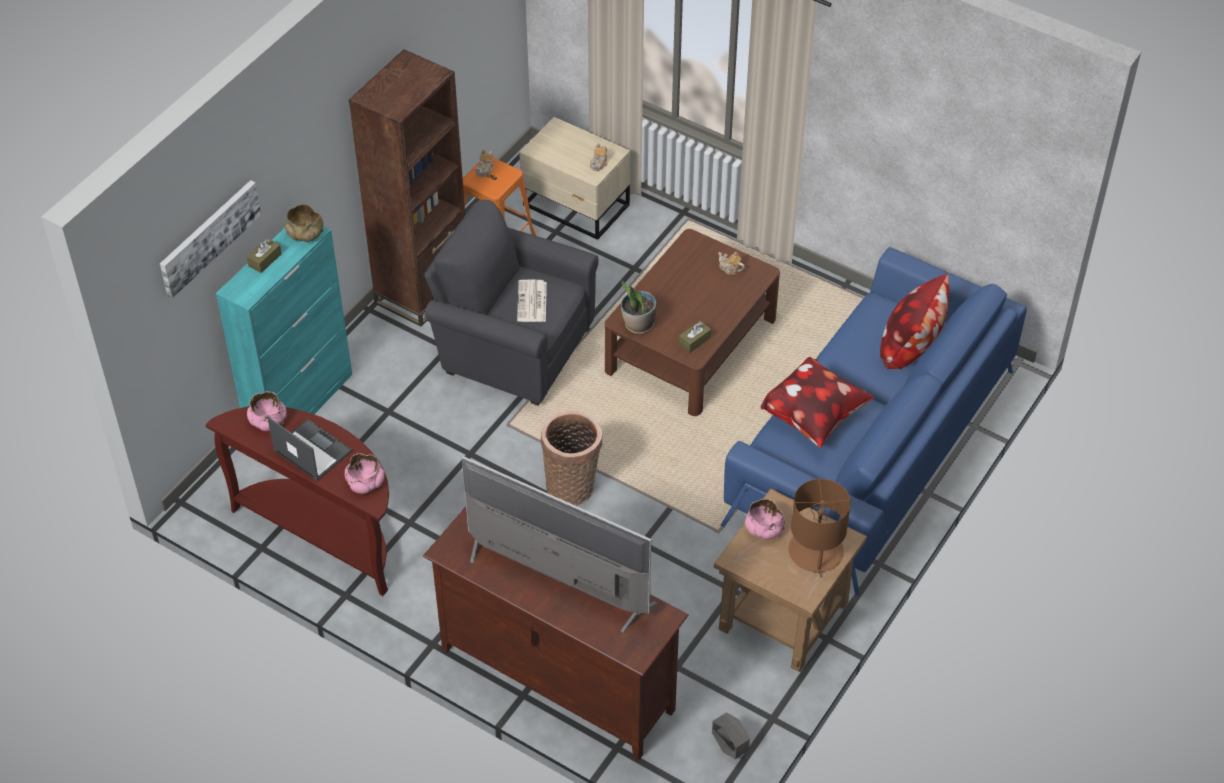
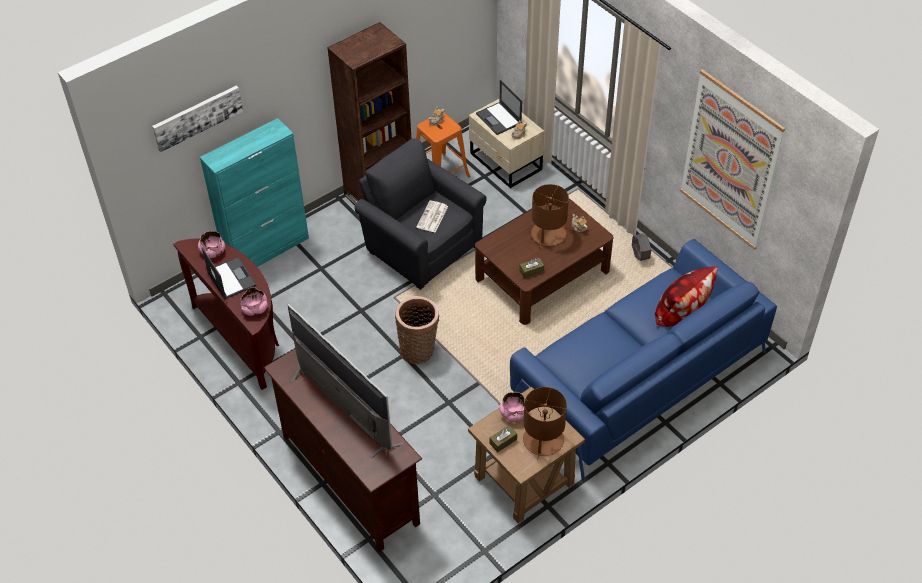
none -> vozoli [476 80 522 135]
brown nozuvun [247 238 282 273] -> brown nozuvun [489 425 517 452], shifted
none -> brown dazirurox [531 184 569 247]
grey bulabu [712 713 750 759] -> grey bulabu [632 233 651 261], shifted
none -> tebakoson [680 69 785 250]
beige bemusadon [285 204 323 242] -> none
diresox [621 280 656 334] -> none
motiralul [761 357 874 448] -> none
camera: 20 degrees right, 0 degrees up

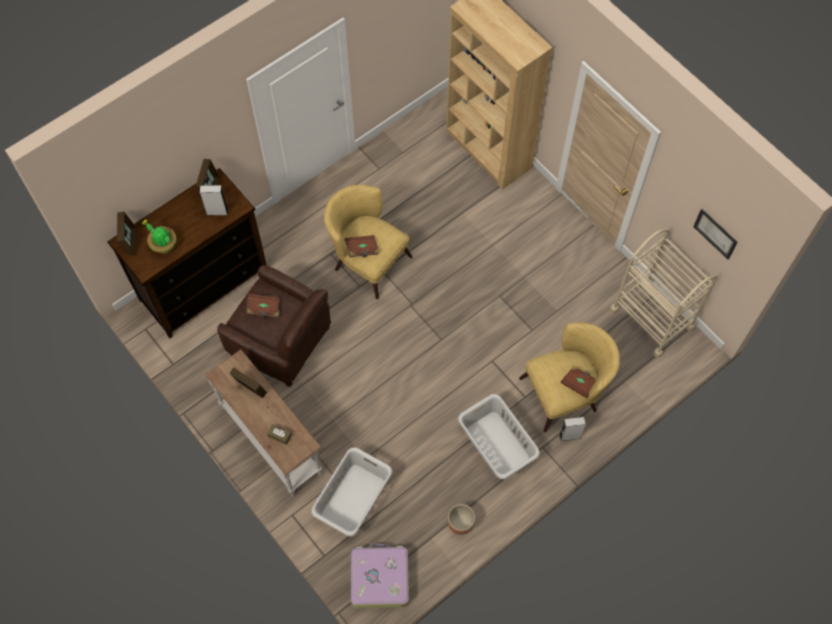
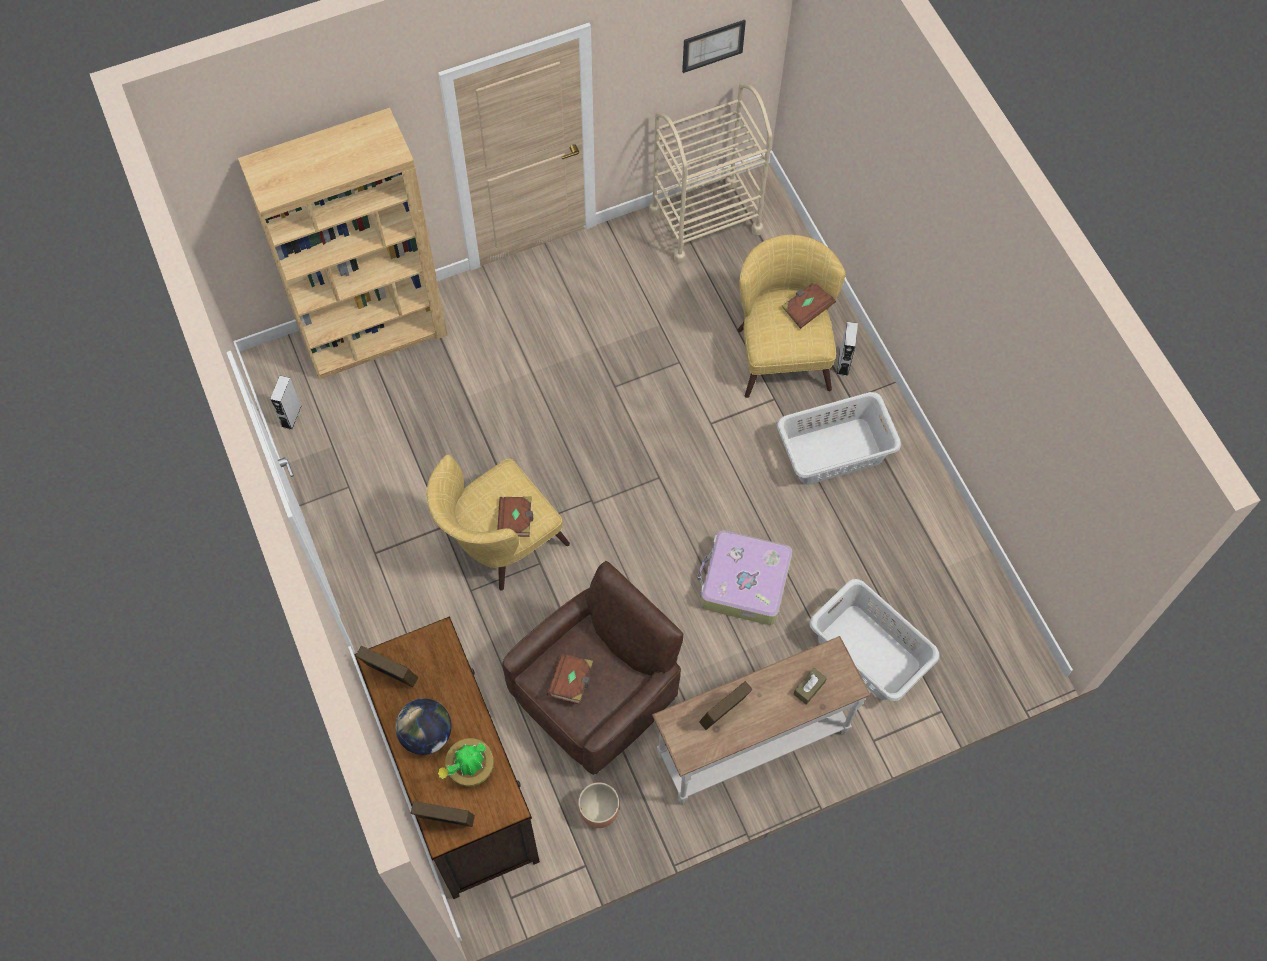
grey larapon [200 185 228 216] -> grey larapon [270 376 301 430], shifted
none -> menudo [395 699 451 755]
brown bulabu [448 504 475 535] -> brown bulabu [578 782 620 828], shifted
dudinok [351 543 409 609] -> dudinok [697 530 792 625], shifted
camera: 75 degrees left, 0 degrees up

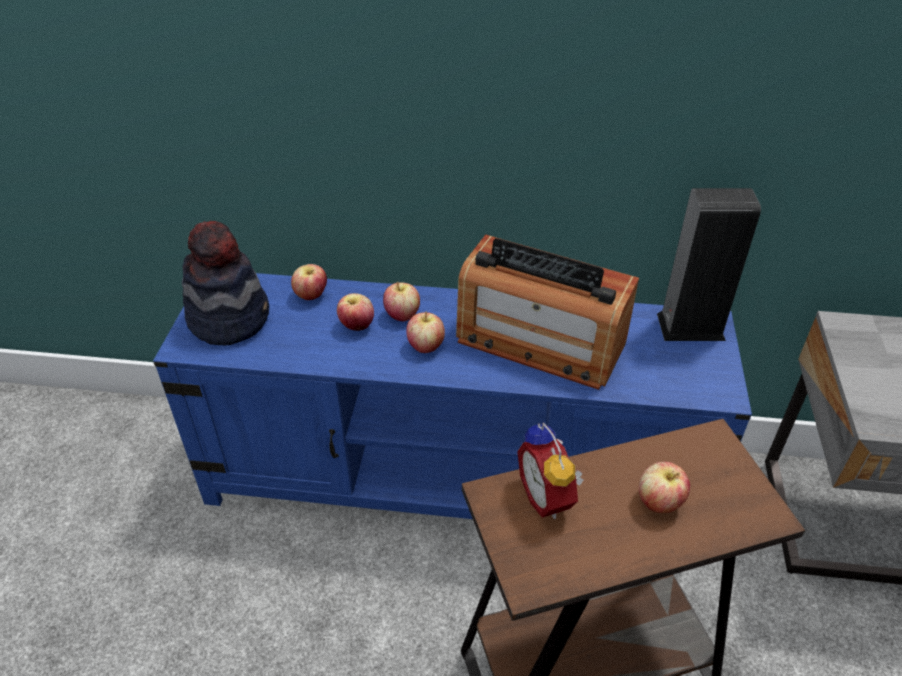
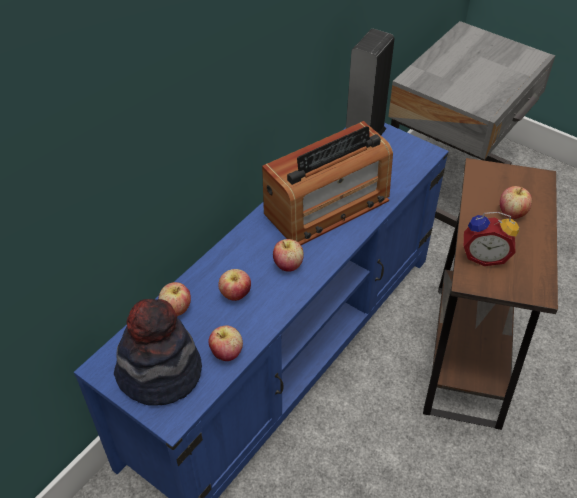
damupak [383 282 420 321] -> damupak [208 326 243 361], shifted
camera: 60 degrees left, 5 degrees up

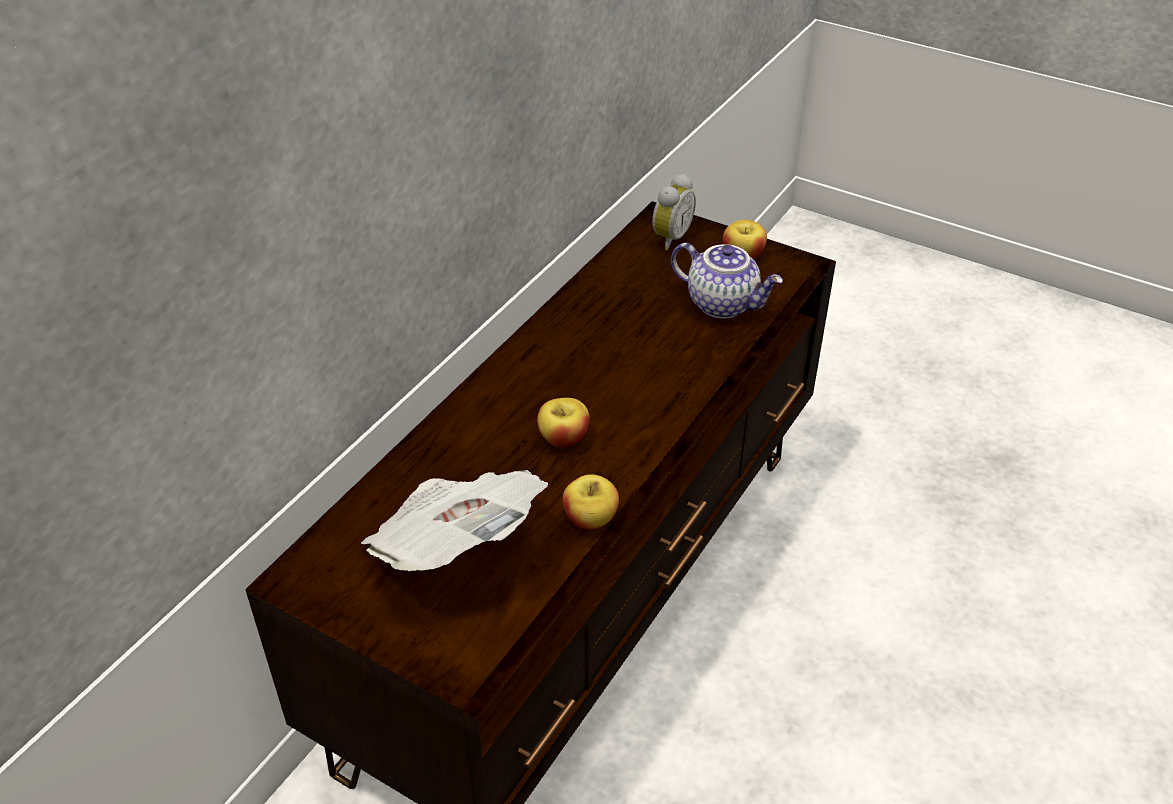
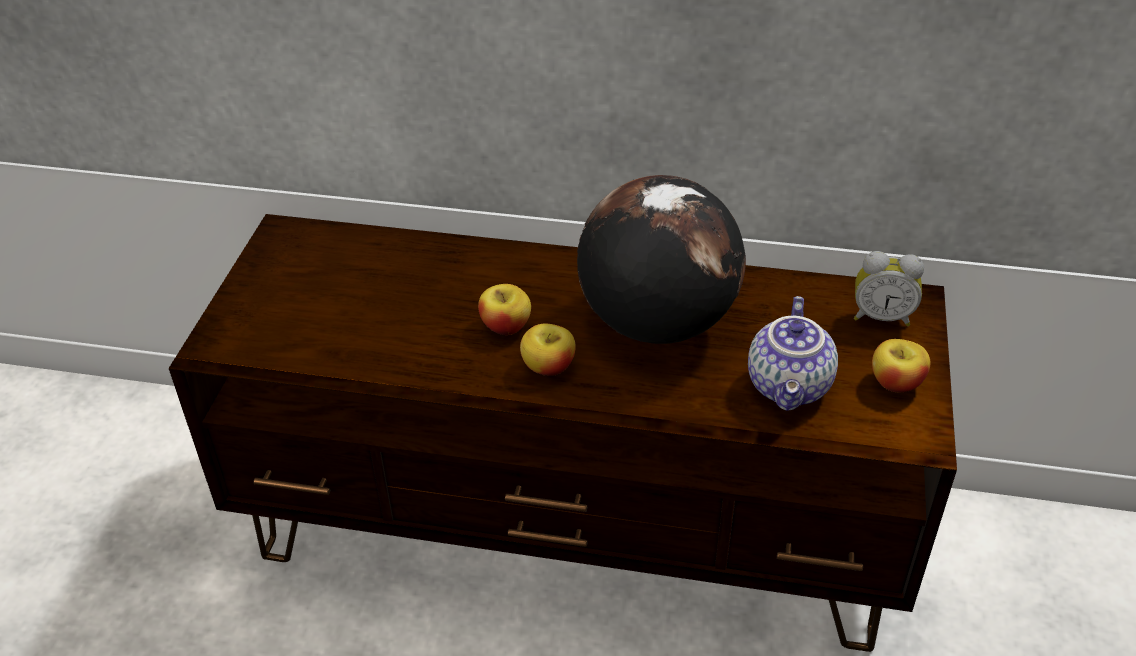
damupak [563 474 619 530] -> damupak [520 324 576 376], shifted
none -> menudo [577 175 746 344]
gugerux [361 470 548 571] -> none
camera: 70 degrees right, 0 degrees up

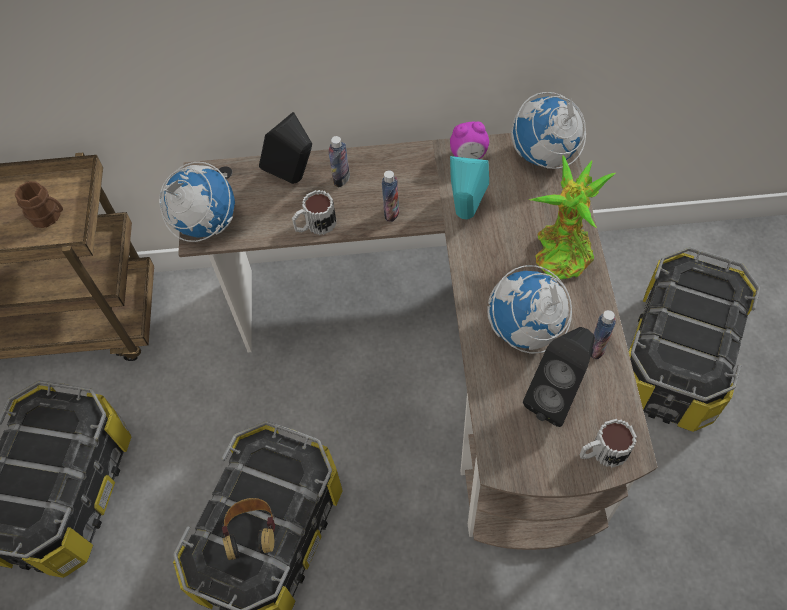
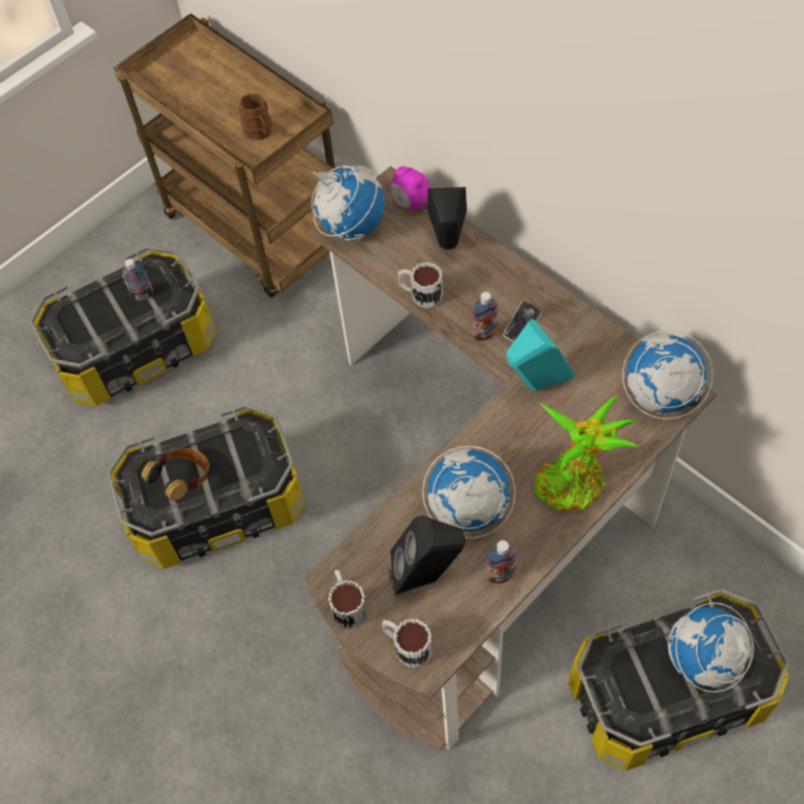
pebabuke [329 136 350 187] -> pebabuke [122 259 153 300], shifted
none -> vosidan [328 570 368 629]
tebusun [450 122 489 159] -> tebusun [390 166 430 210], shifted
none -> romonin [503 300 542 342]
none -> menudo [668 602 754 693]
camera: 50 degrees right, 0 degrees up

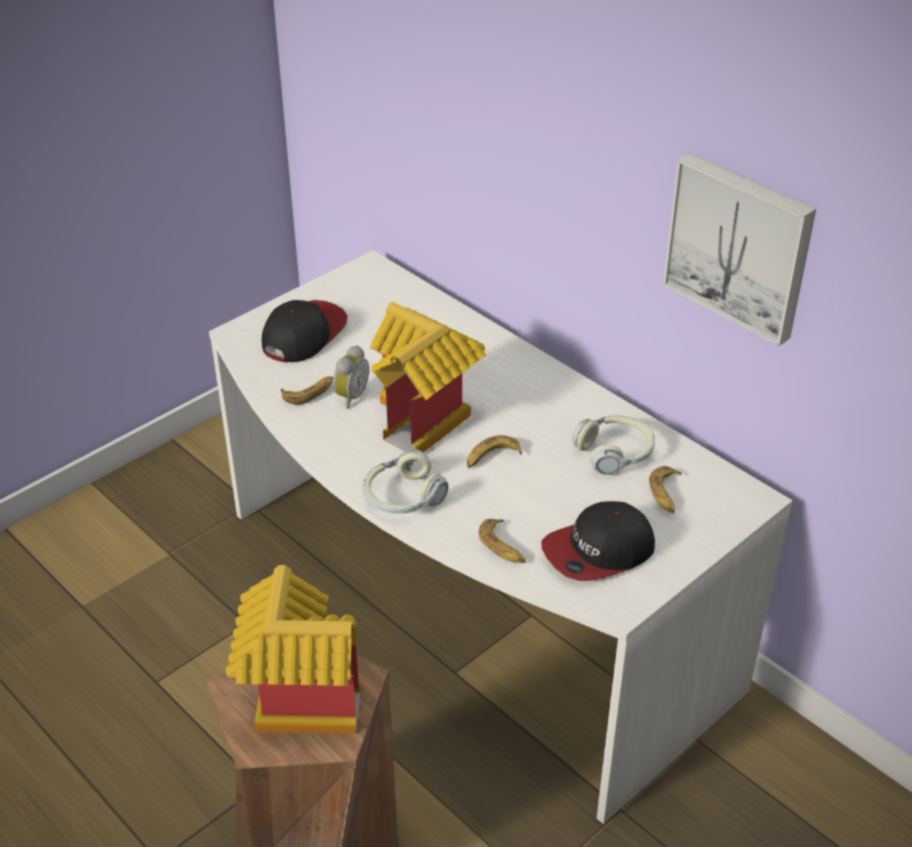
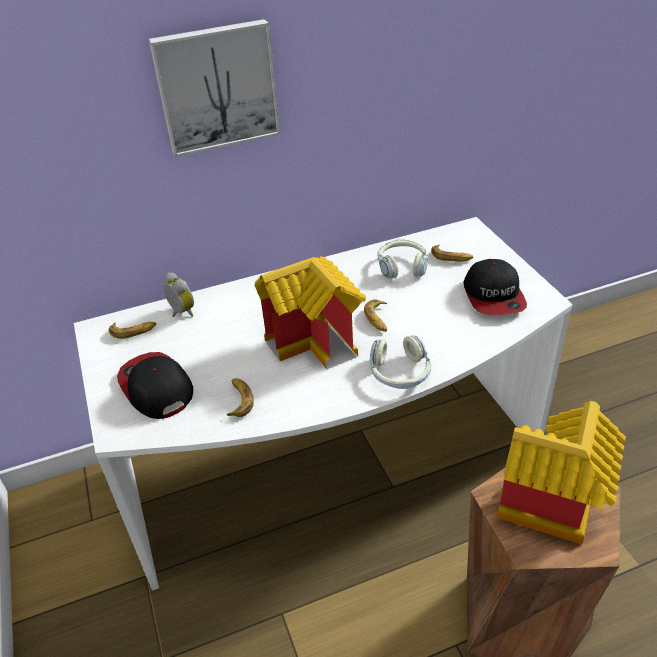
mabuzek [479 519 525 563] -> mabuzek [109 322 157 339], shifted
tebakoson [663 153 816 346] -> tebakoson [149 19 280 157], shifted
tebusun [333 345 369 408] -> tebusun [163 272 194 317], shifted
camera: 65 degrees left, 0 degrees up

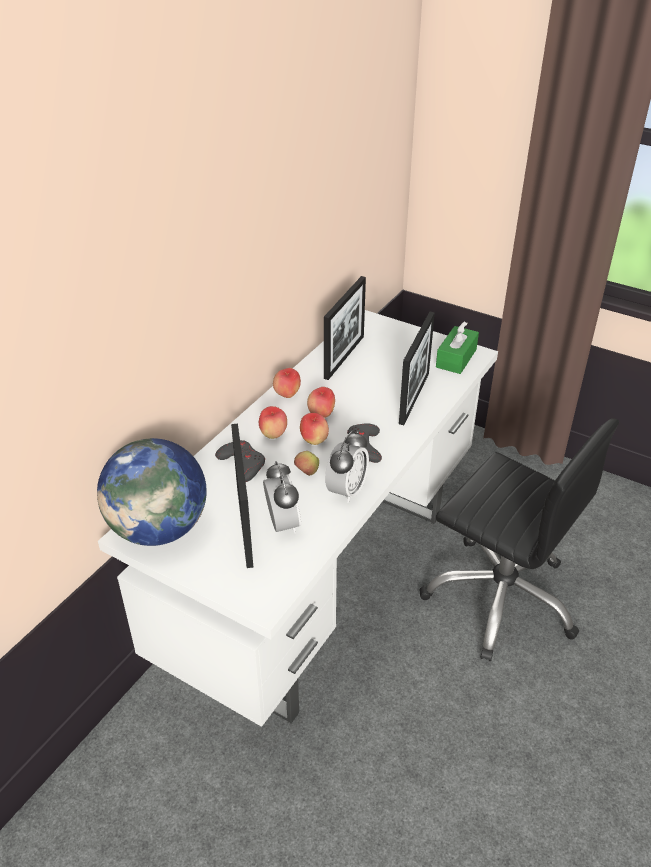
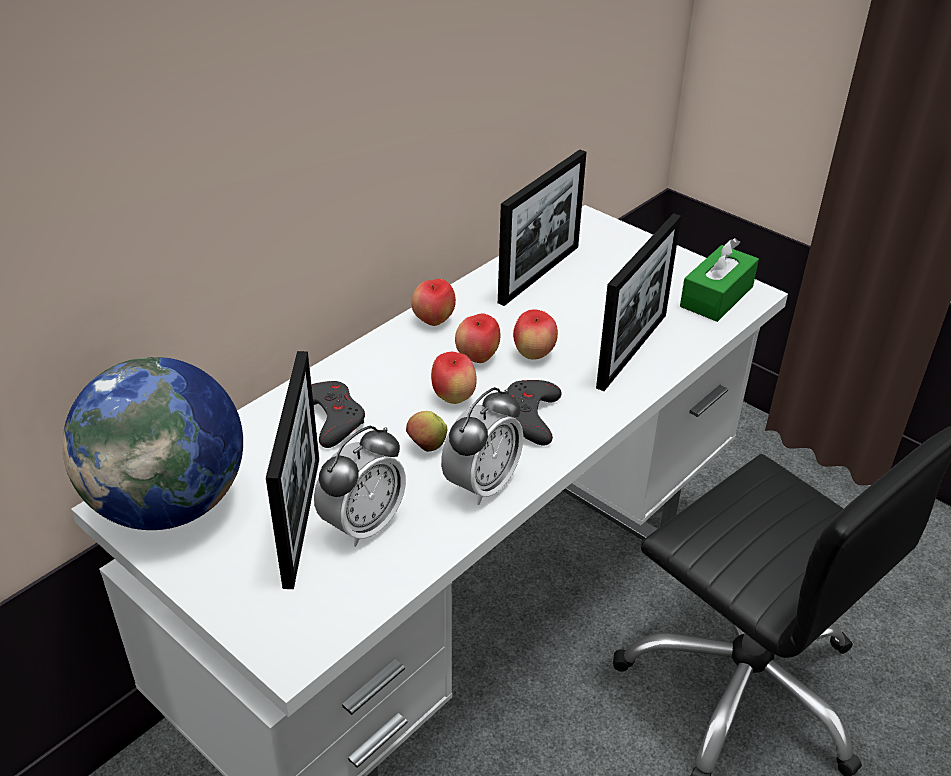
tebusun [263 461 301 534] -> tebusun [314 426 406 547], 45 degrees clockwise
damupak [259 406 287 439] -> damupak [513 309 558 359], shifted
camera: 10 degrees right, 0 degrees up

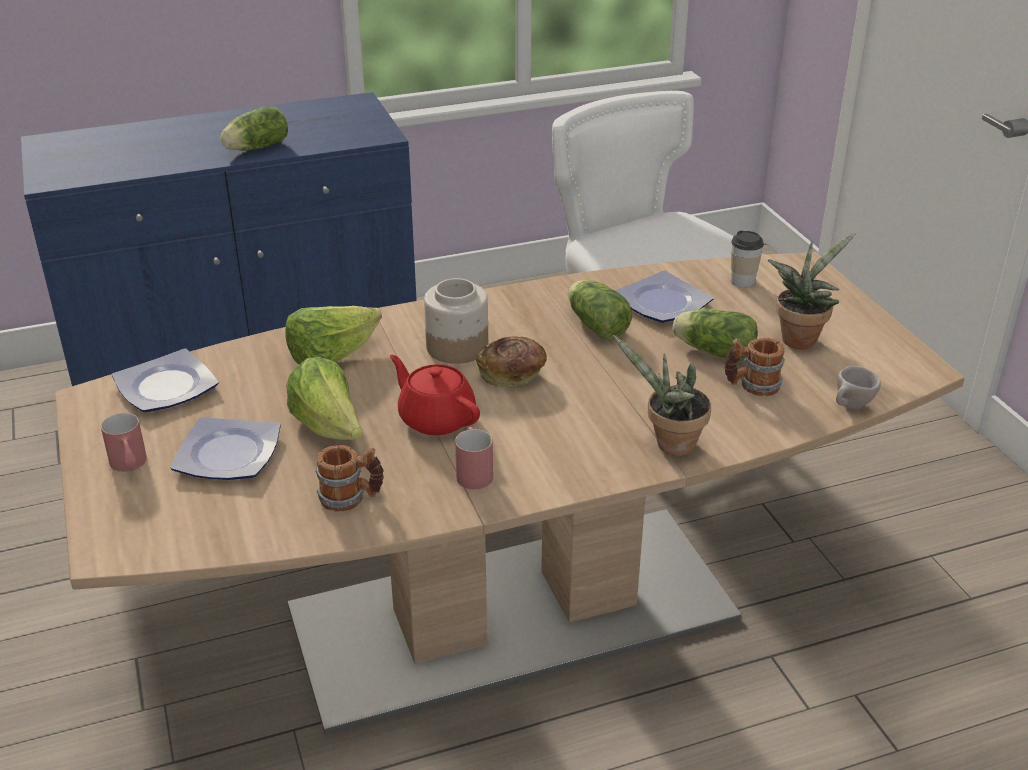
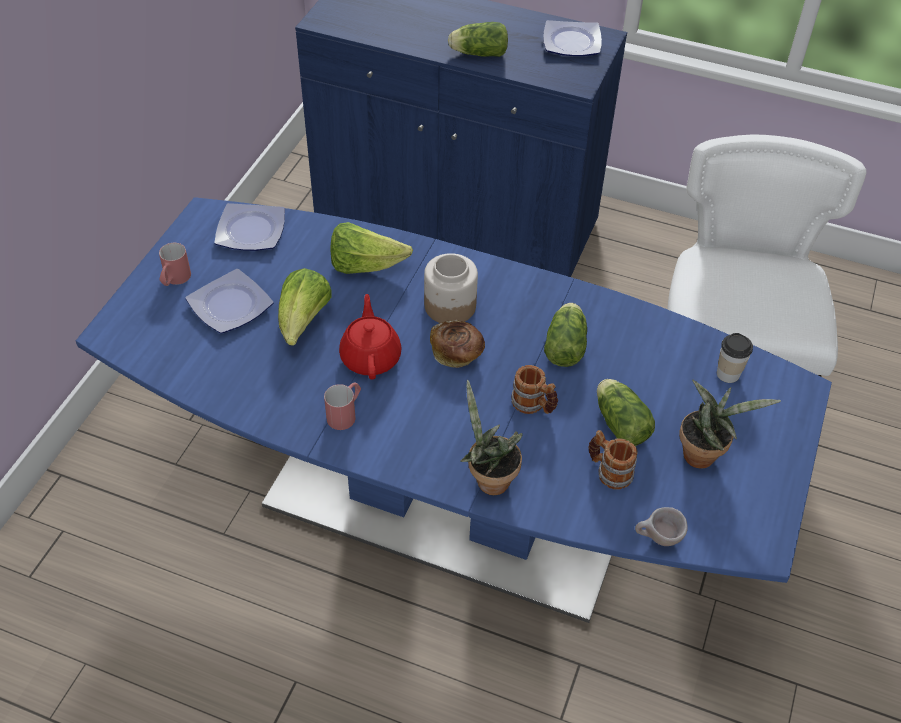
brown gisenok [55 252 965 735] -> blue gisenok [76 197 832 623]
vosidan [315 445 384 512] -> vosidan [511 365 558 414], shifted
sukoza [615 271 714 323] -> sukoza [543 20 602 56], shifted
camera: 40 degrees right, 15 degrees up

